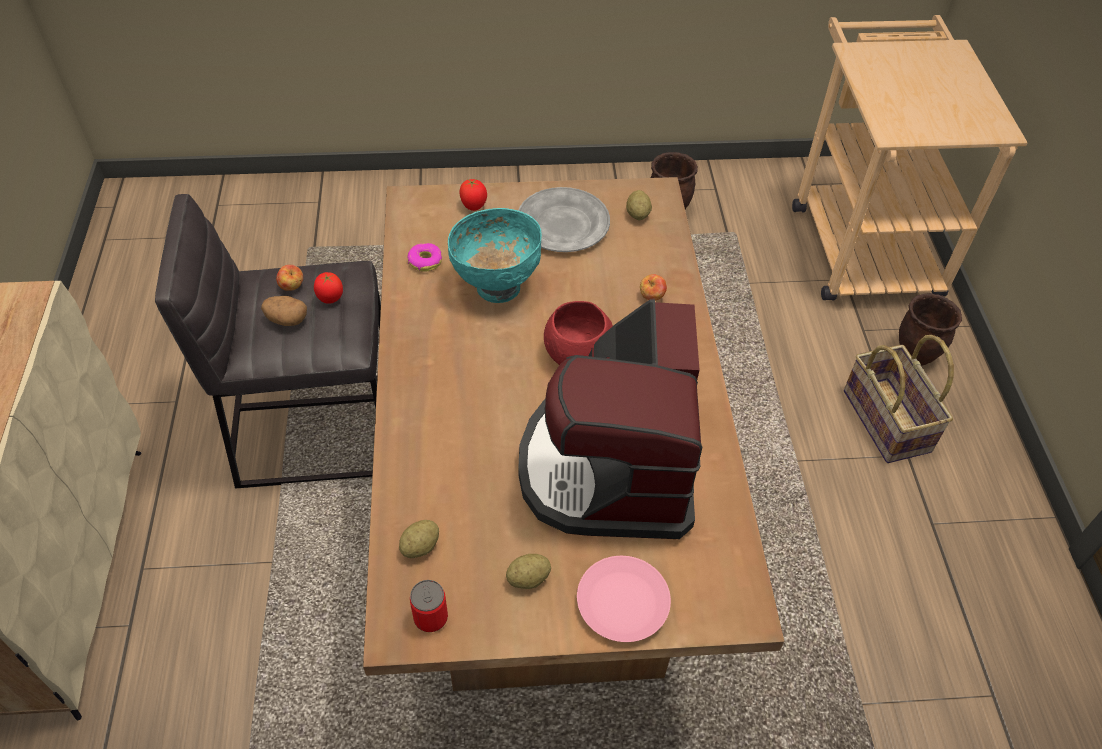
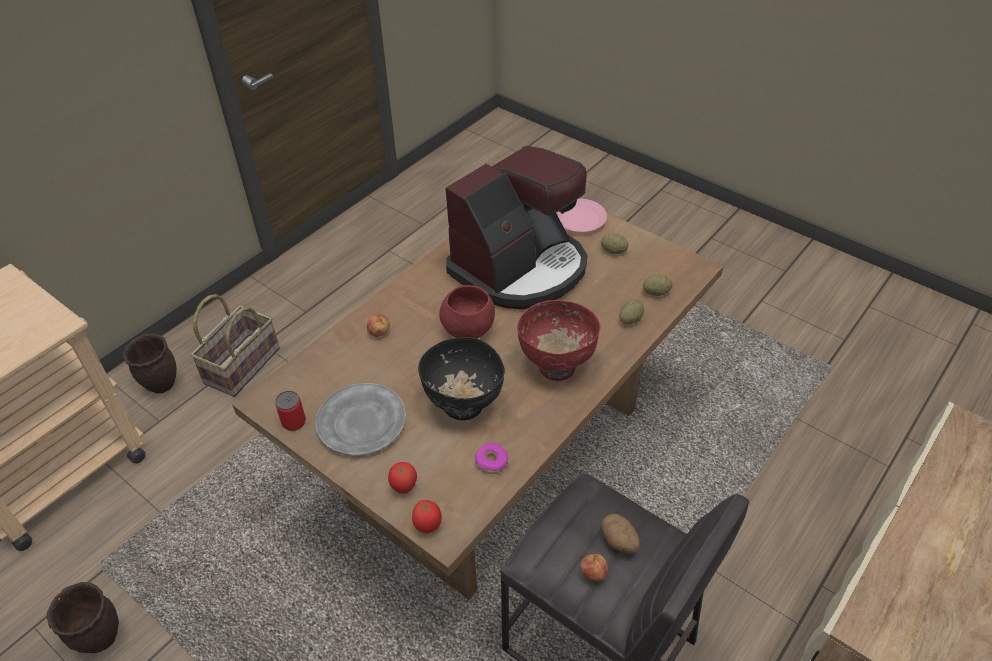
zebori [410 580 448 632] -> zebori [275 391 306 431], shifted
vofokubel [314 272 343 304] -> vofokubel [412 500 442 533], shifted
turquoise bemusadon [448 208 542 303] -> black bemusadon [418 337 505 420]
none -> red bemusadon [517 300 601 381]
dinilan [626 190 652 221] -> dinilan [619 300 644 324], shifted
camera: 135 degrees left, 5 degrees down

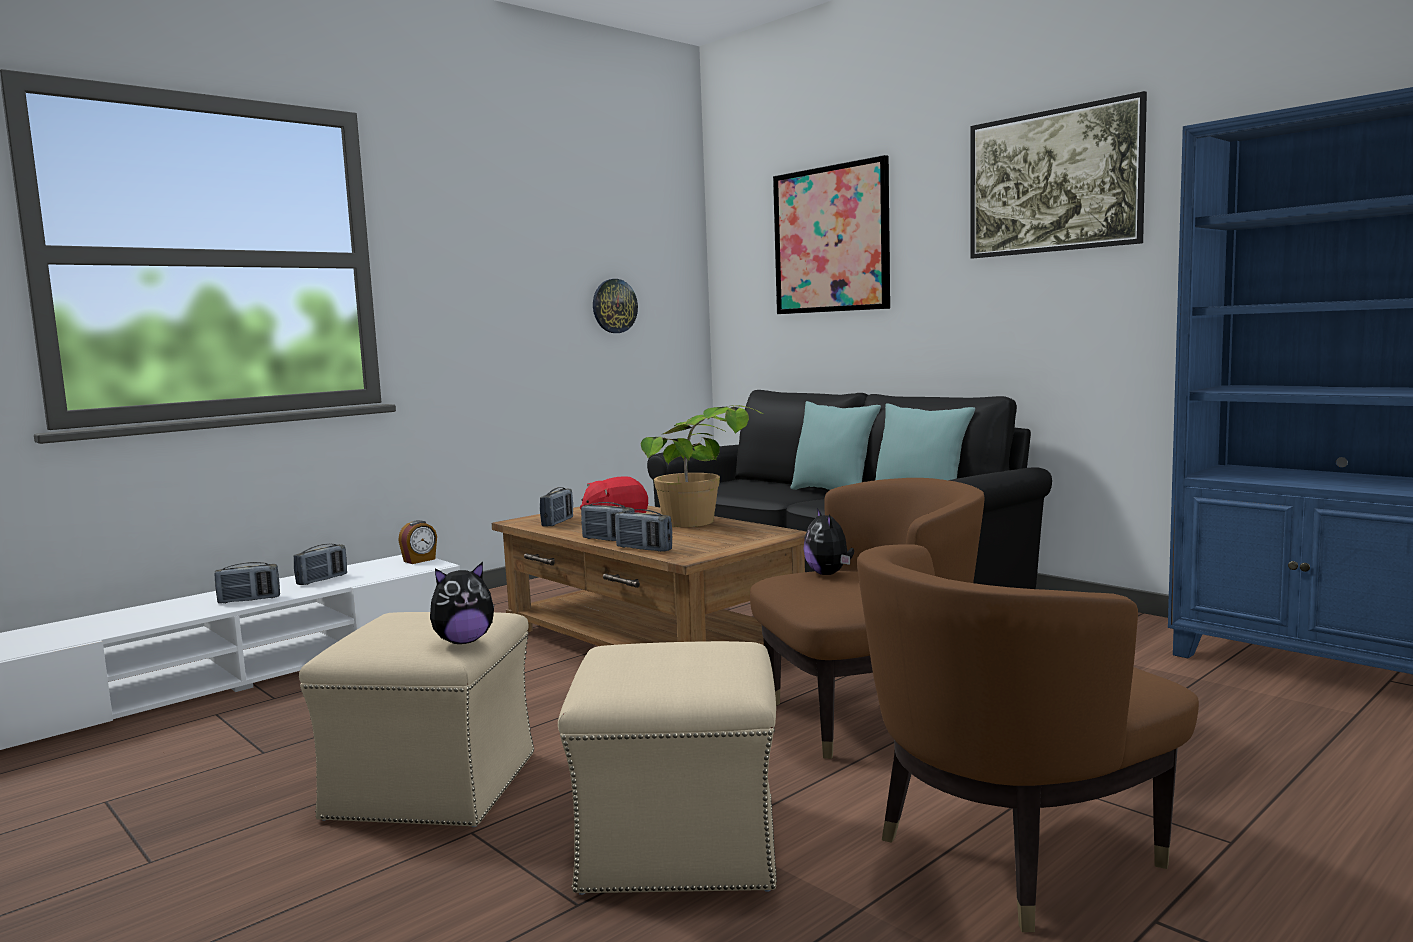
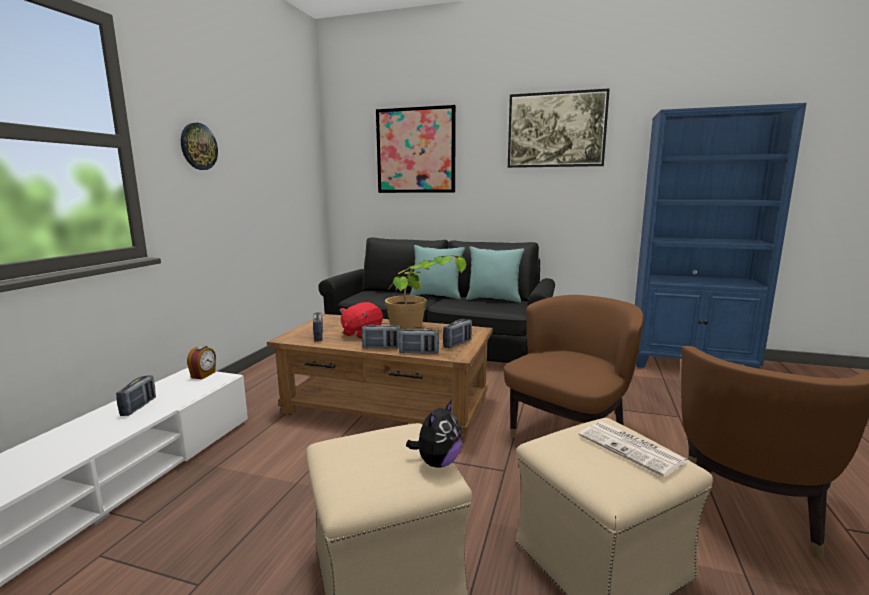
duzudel [593 279 638 333] -> duzudel [181 123 218 170], shifted
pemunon [214 562 280 604] -> pemunon [443 319 472 349], shifted
none -> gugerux [579 421 688 477]
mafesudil [803 508 854 575] -> none
camera: 30 degrees left, 5 degrees up

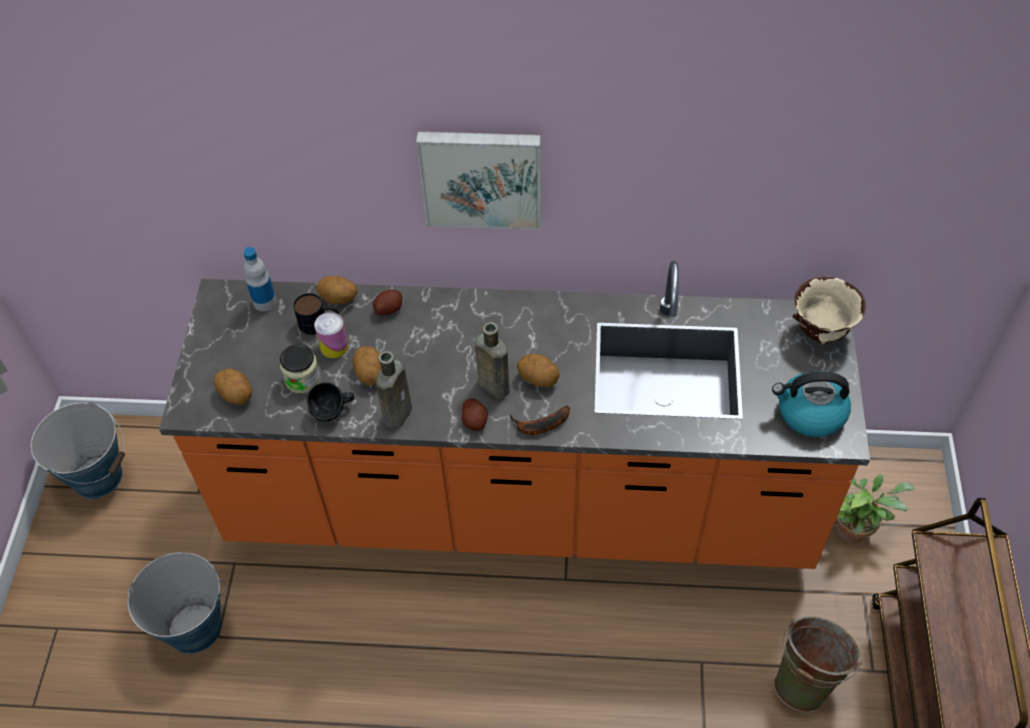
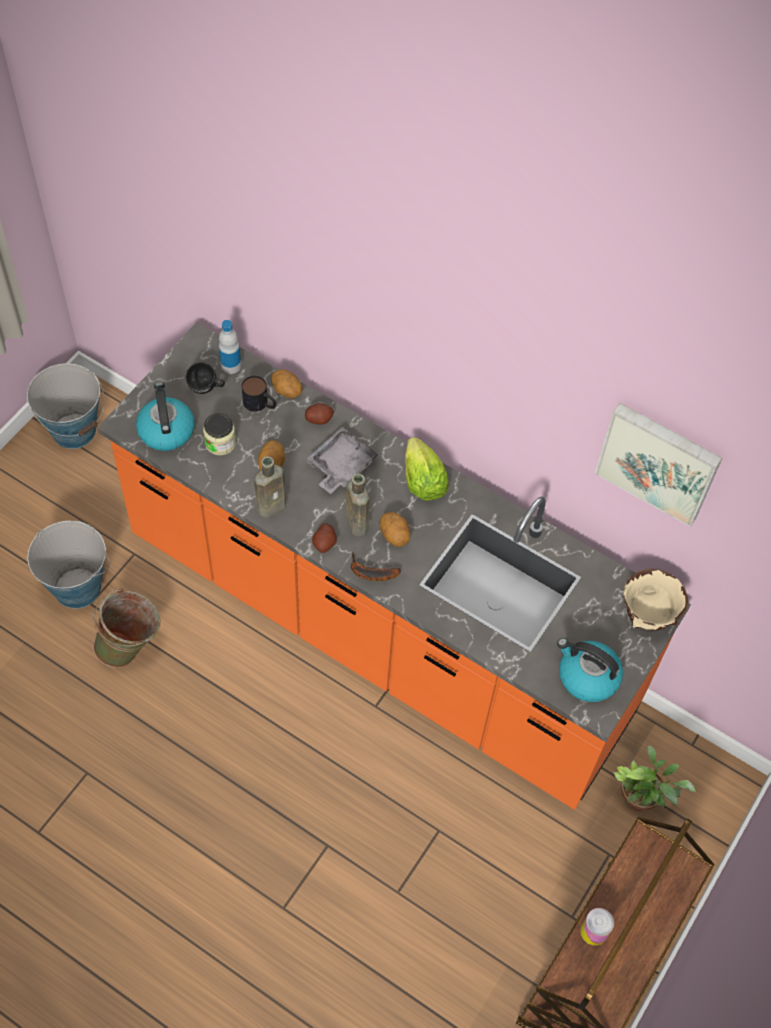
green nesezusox [774 616 862 713] -> green nesezusox [93 587 161 668], shifted
dinilan [214 369 252 405] -> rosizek [136 382 194 451]
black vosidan [307 382 354 421] -> black vosidan [186 362 225 394], shifted
none -> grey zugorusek [307 427 379 494]
none -> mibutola [405 437 449 501]
zebori [314 312 349 358] -> zebori [580 908 614 946], shifted
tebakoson [416 132 541 230] -> tebakoson [594 403 722 527], shifted
camera: 25 degrees right, 5 degrees up

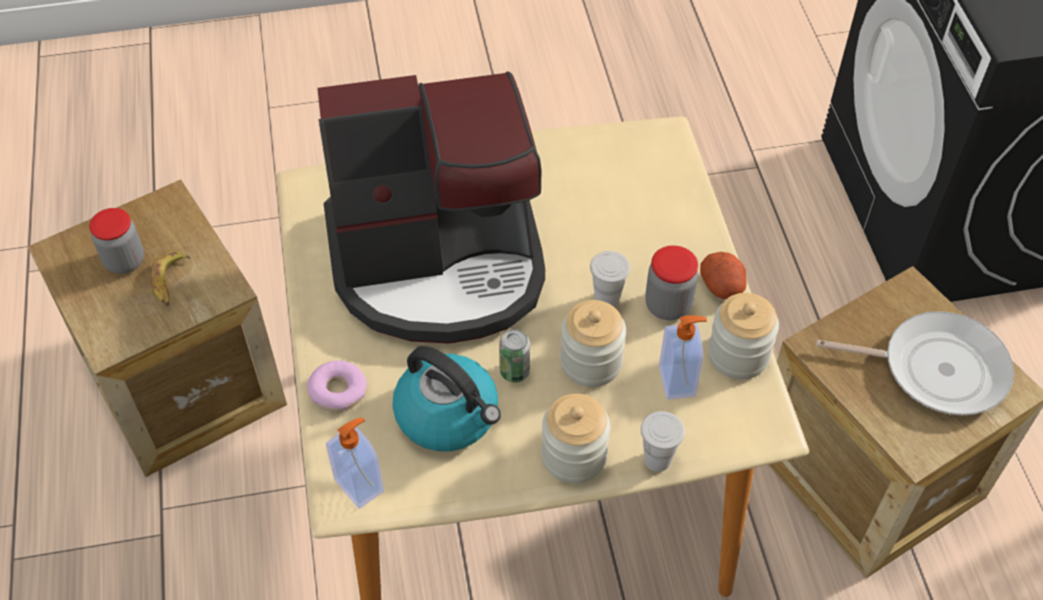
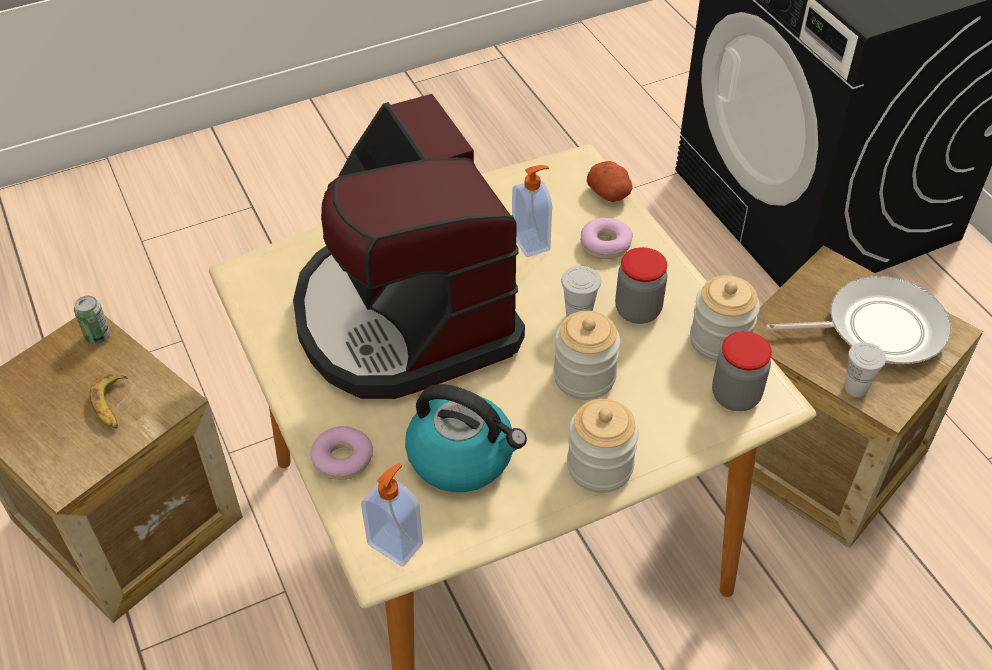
zebori [499 329 530 383] -> zebori [74 296 110 344], shifted
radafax [317 72 545 344] -> radafax [293 94 525 399], 90 degrees clockwise
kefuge [659 316 707 400] -> kefuge [512 165 552 257], shifted
none -> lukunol [581 217 633 259]
dinilan [700 252 747 299] -> dinilan [587 161 633 202], shifted
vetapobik [89 208 144 274] -> vetapobik [712 331 772 411], shifted
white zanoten [641 411 685 472] -> white zanoten [844 342 886 397], shifted
camera: 15 degrees left, 5 degrees down

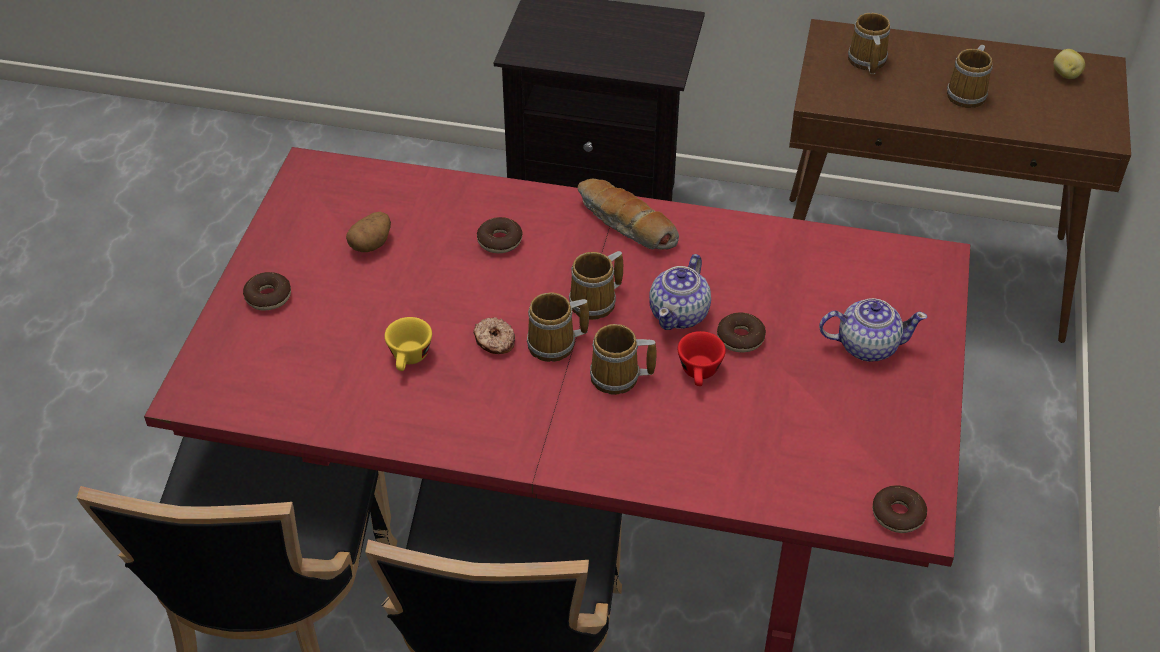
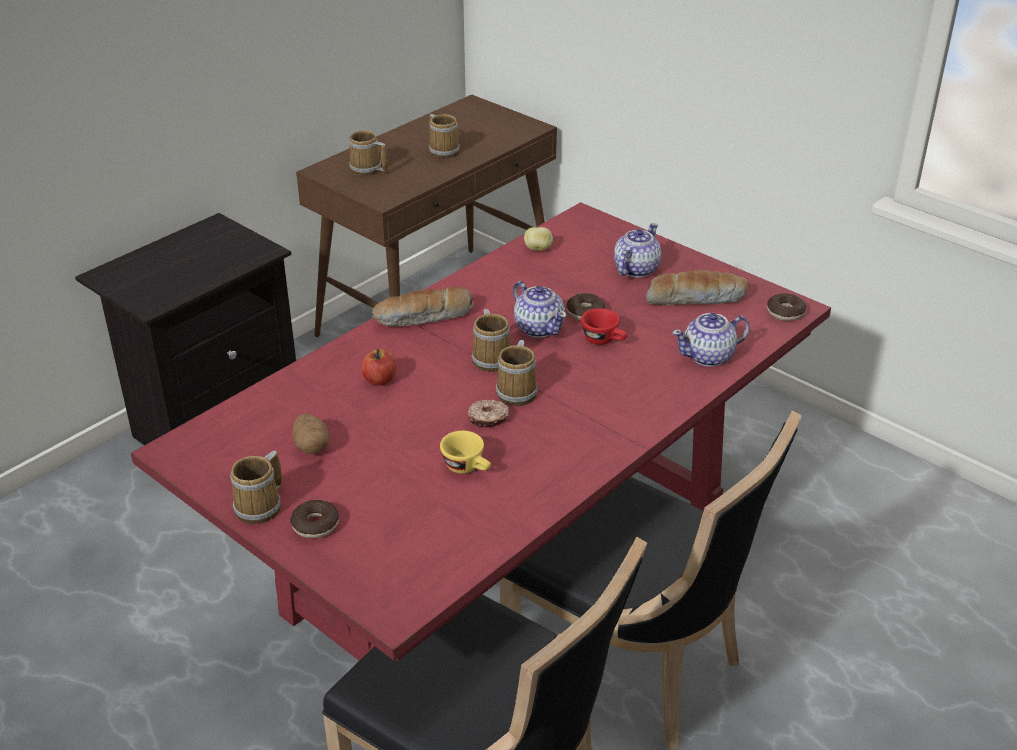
vosidan [590 324 657 395] -> vosidan [230 451 282 524], shifted
lukunol [477 217 523 253] -> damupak [361 349 396 385]
dinilan [1053 49 1085 79] -> dinilan [524 227 553 251], shifted
none -> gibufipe [646 270 748 306]
none -> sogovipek [672 313 750 367]
camera: 60 degrees left, 10 degrees down

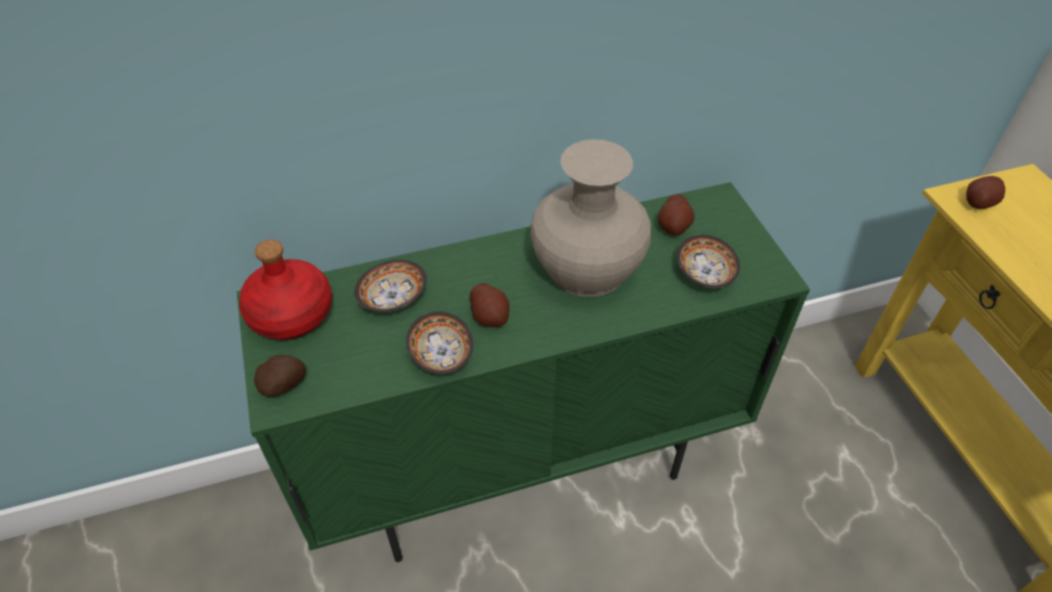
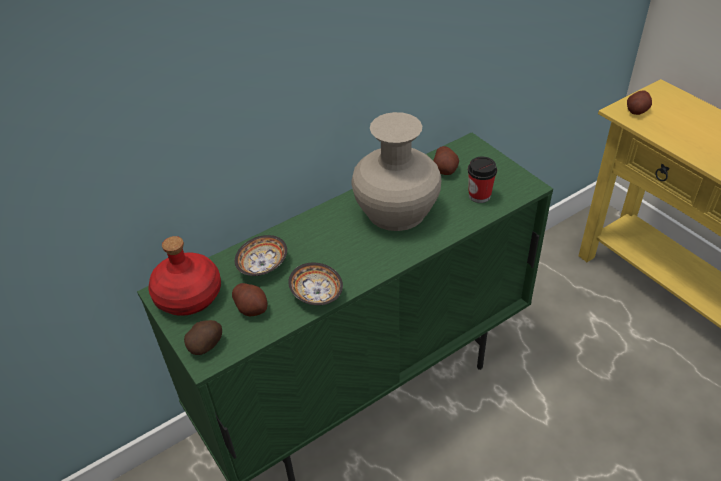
dinilan [470 283 509 327] -> dinilan [232 283 267 316], shifted
bemusadon [677 235 740 288] -> zanoten [468 157 497 203]
camera: 15 degrees left, 5 degrees down

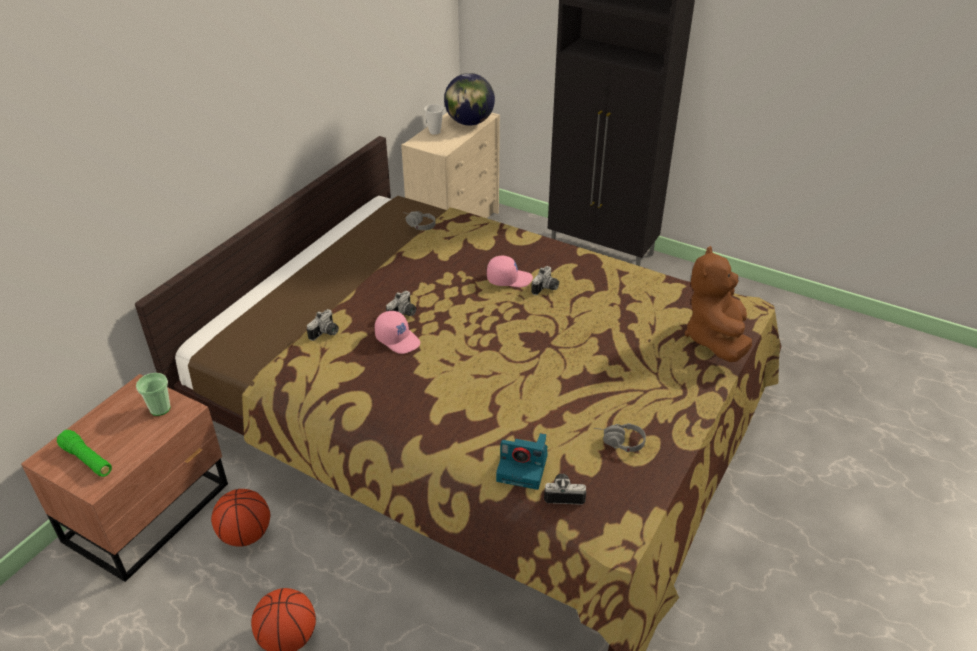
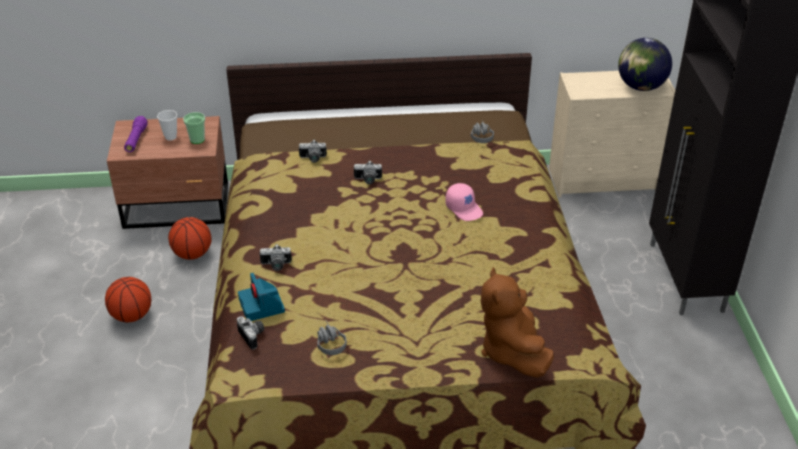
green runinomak [57 430 112 477] -> purple runinomak [124 116 147 152]
zanoten [424 104 443 135] -> zanoten [157 110 177 141], shifted
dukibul [531 266 559 295] -> dukibul [260 244 292 271], shifted
brown mafesudil [684 246 752 362] -> brown mafesudil [481 267 554 378], 75 degrees counterclockwise
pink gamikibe [375 311 420 354] -> none
camera: 55 degrees right, 0 degrees up

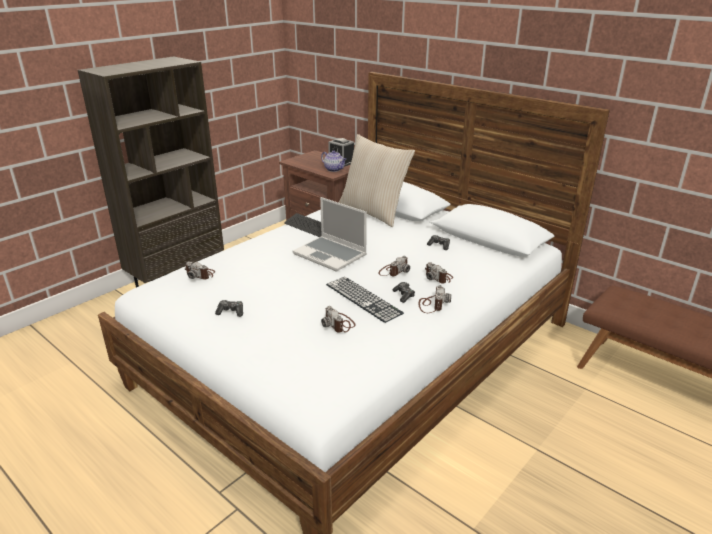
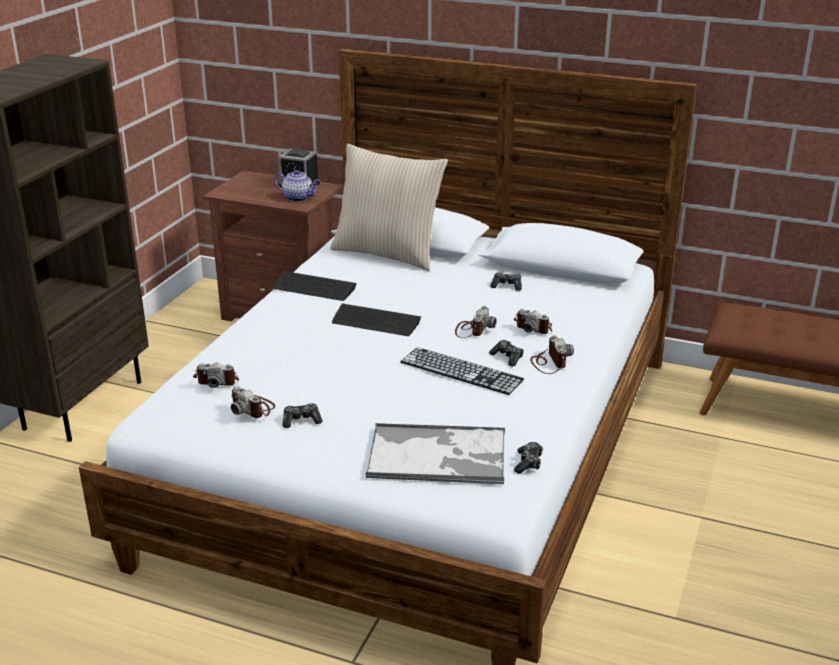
dukibul [321 306 356 333] -> dukibul [231 386 275 418], shifted
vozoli [292 197 367 272] -> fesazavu [332 304 421 336]
none -> zugorusek [366 422 505 484]
none -> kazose [514 442 543 474]
camera: 20 degrees left, 0 degrees up

